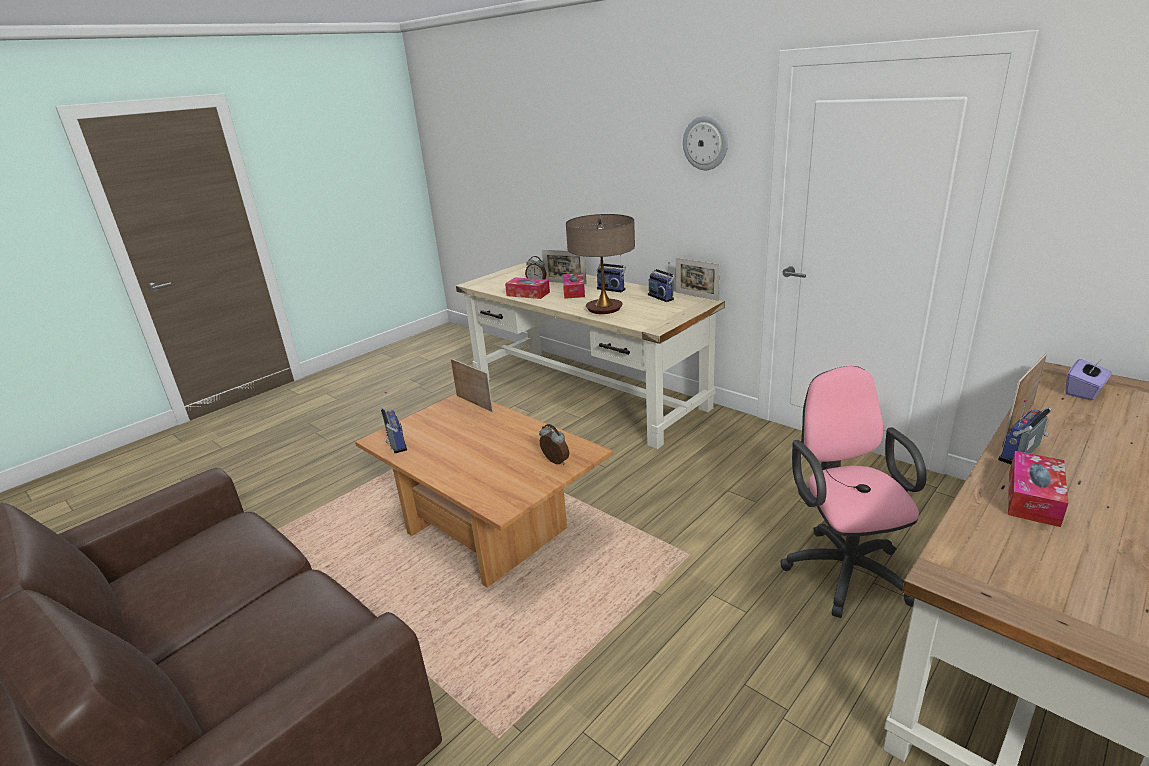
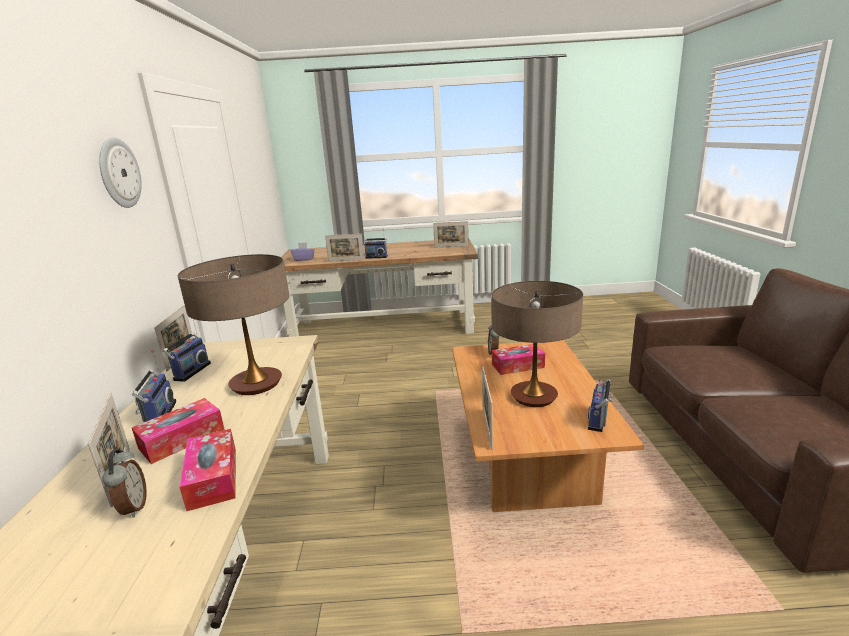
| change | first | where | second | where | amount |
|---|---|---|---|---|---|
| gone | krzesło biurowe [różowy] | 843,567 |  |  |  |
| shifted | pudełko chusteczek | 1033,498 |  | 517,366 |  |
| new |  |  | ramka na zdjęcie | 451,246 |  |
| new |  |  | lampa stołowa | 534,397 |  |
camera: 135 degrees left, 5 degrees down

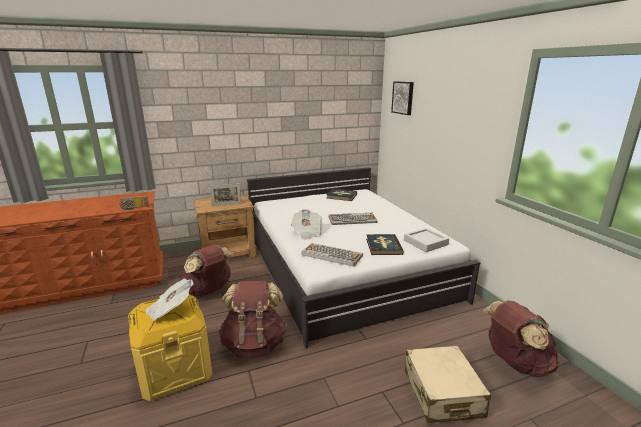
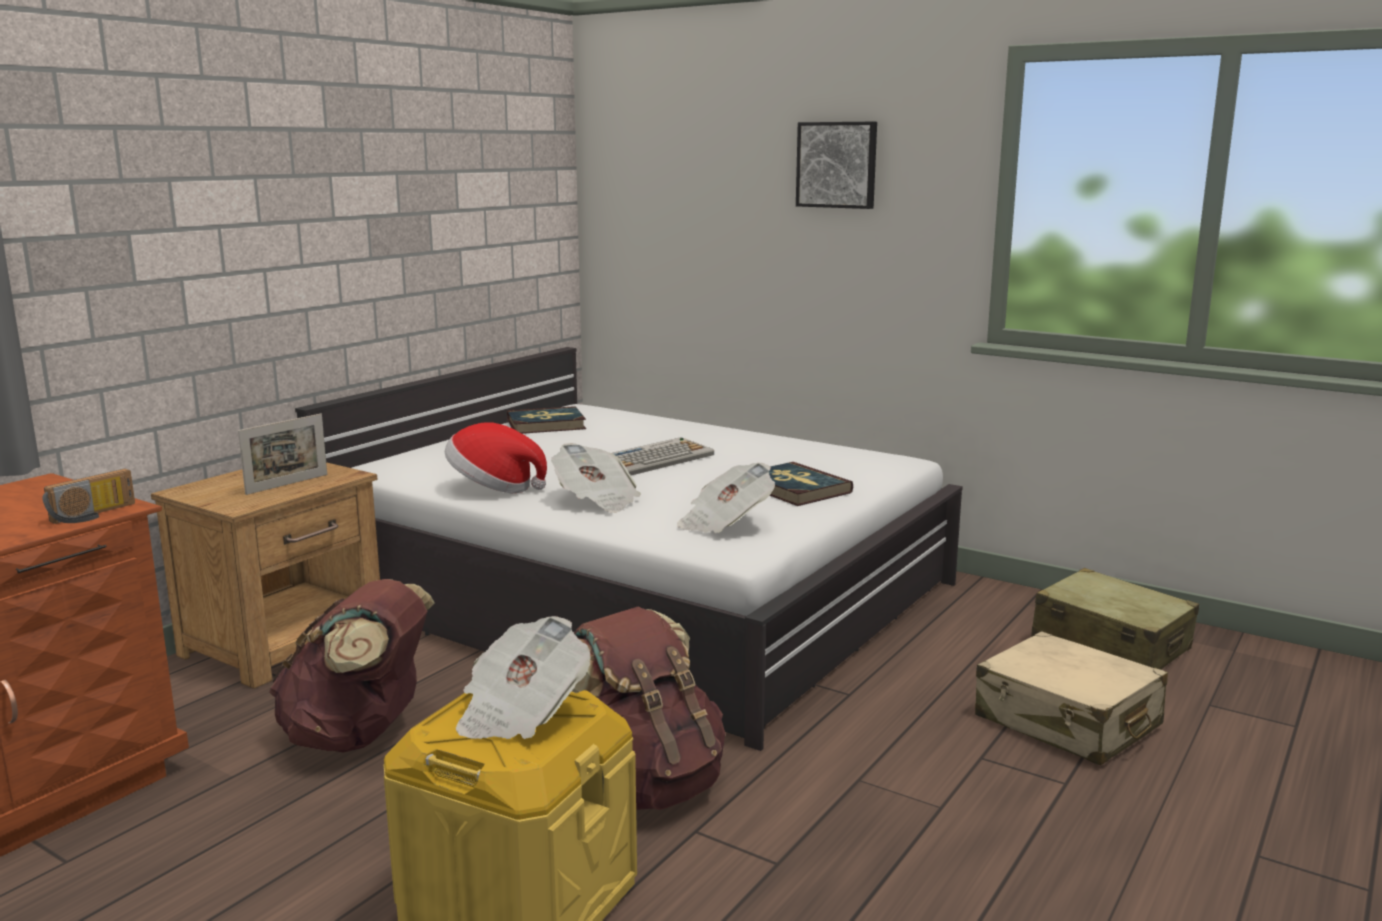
| change | first | where | second | where | amount |
|---|---|---|---|---|---|
| swapped | klawiatura | 331,255 | gazeta | 725,523 |  |
| shifted | obraz | 403,97 |  | 837,165 |  |
| gone | taca [szary] | 425,242 |  |  |  |
| swapped | plecak [brązowy] | 515,363 | walizka [beżowy] | 1110,644 |  |
| new |  |  | kapelusz | 493,488 |  |
camera: 35 degrees left, 5 degrees down

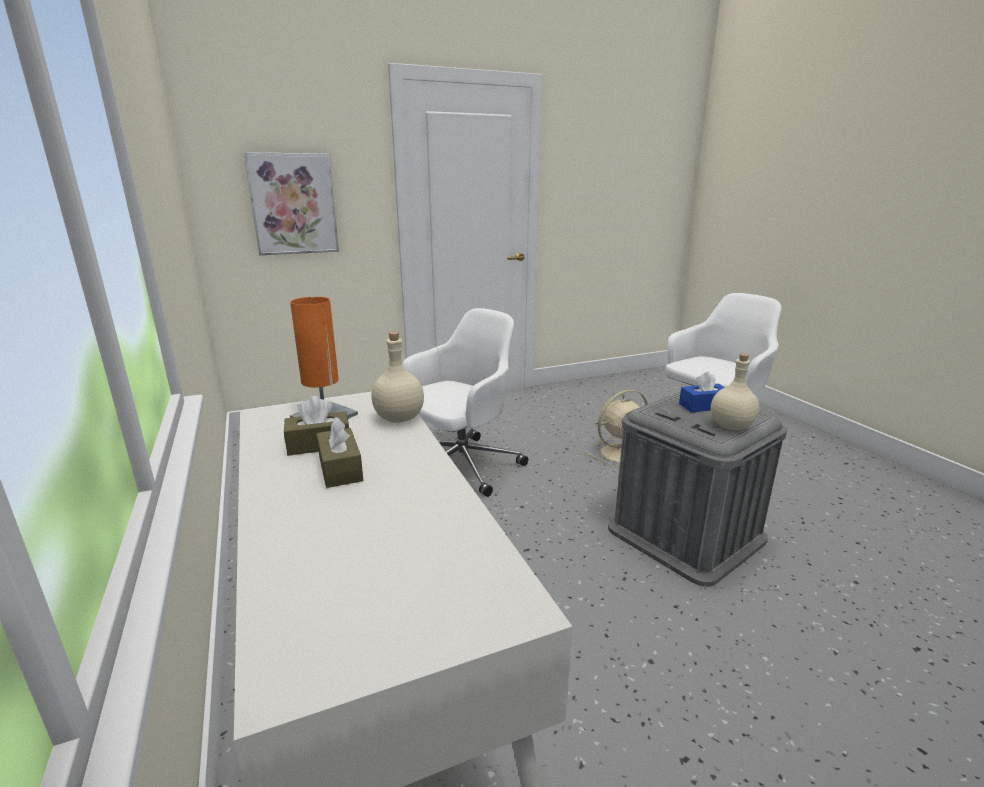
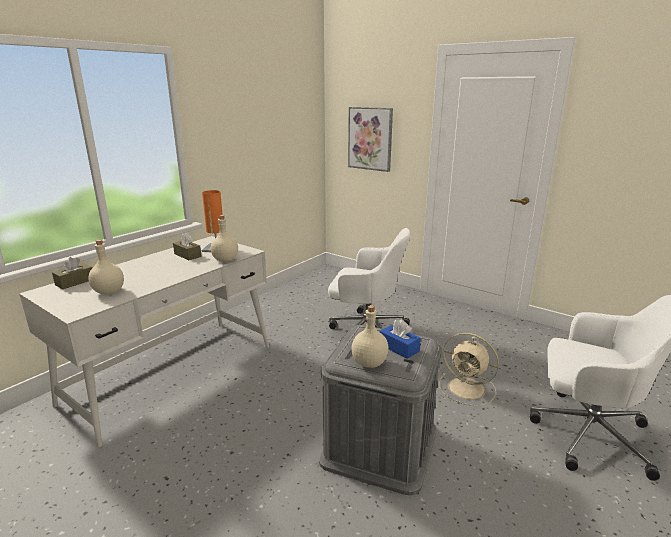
| change | first | where | second | where | amount |
|---|---|---|---|---|---|
| shifted | pudełko chusteczek [brązowy] | 340,469 |  | 75,282 |  |
| new |  |  | butelka [beżowy] | 109,292 |  |
camera: 60 degrees right, 0 degrees up

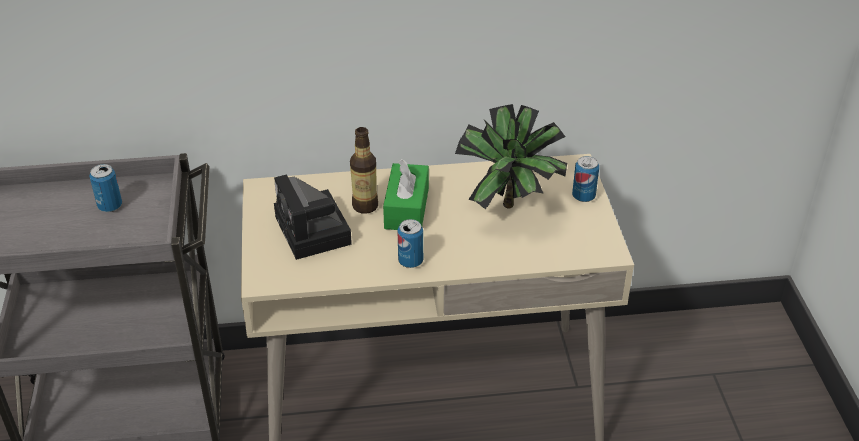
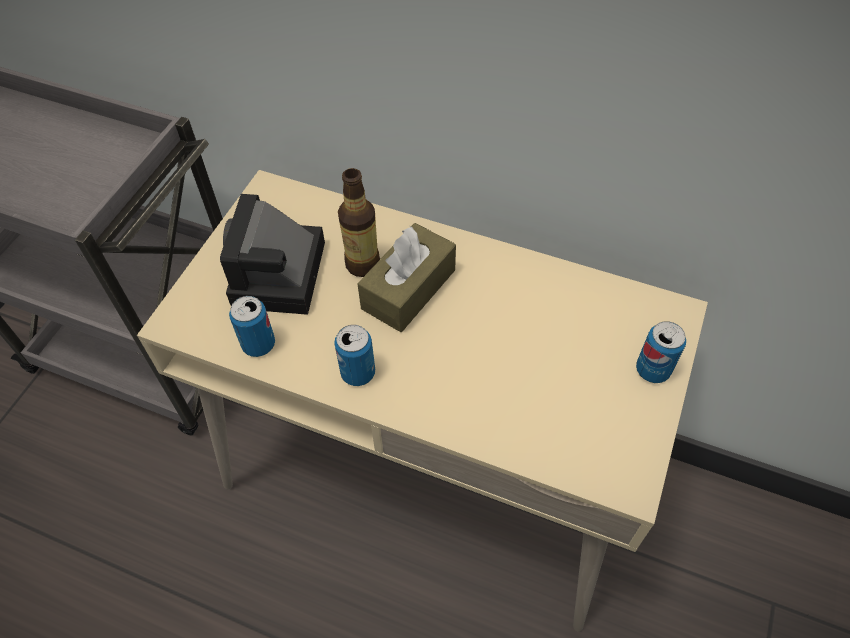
| change | first | where | second | where | amount |
|---|---|---|---|---|---|
| shifted | puszka | 110,206 |  | 258,344 |  |
| repainted | pudełko chusteczek [zielony] | 406,208 | pudełko chusteczek [brązowy] | 408,289 |  |
| gone | roślina doniczkowa | 511,210 |  |  |  |
camera: 30 degrees right, 15 degrees up

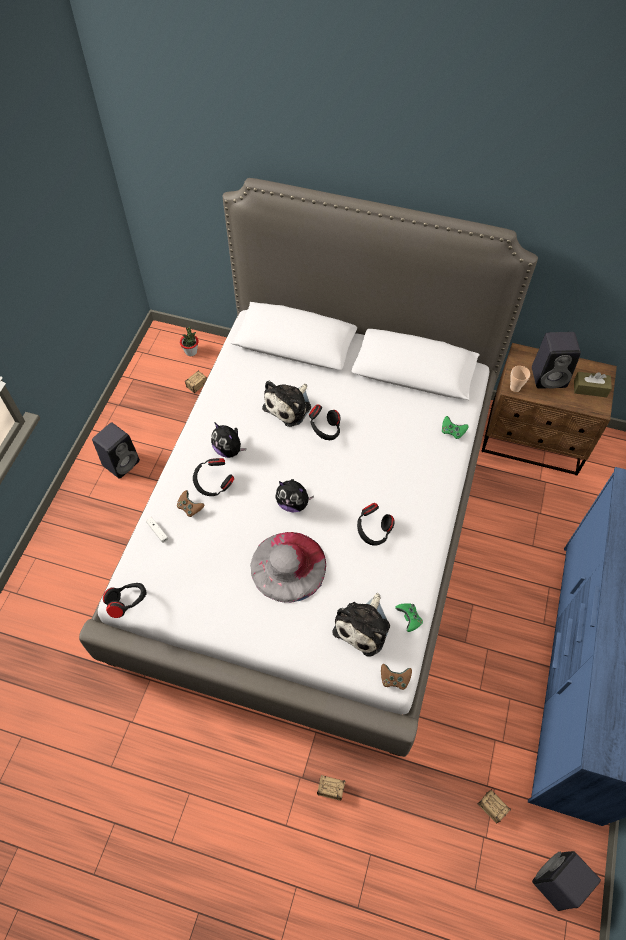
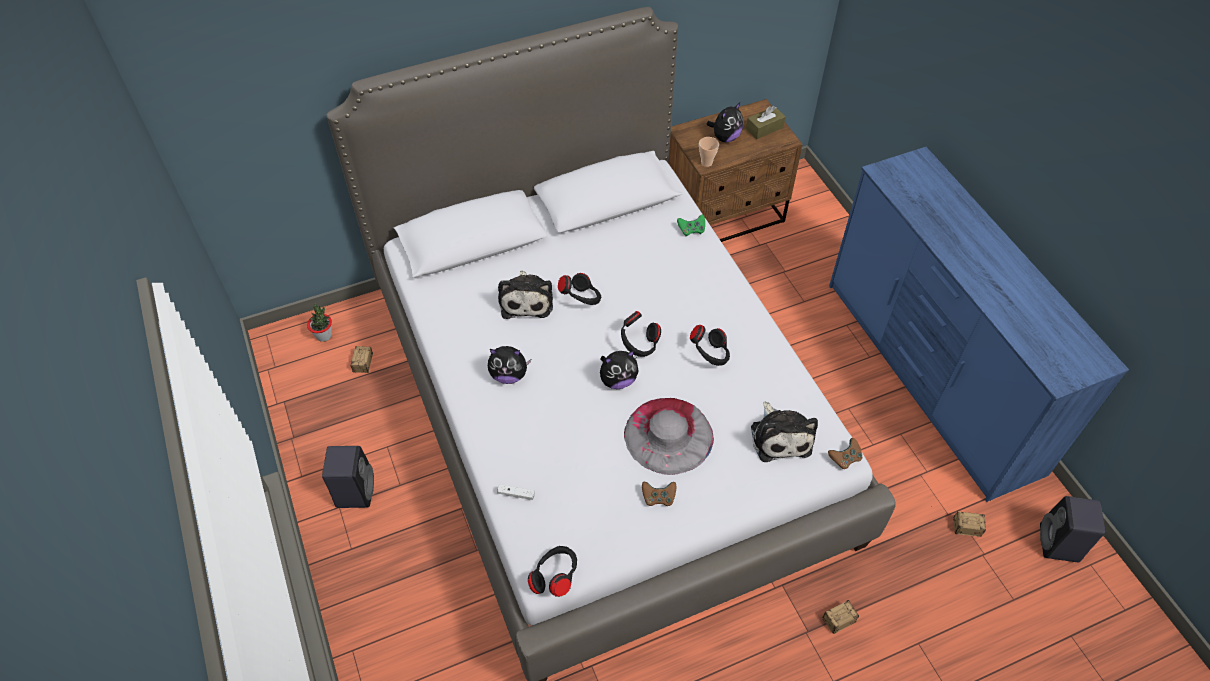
| change | first | where | second | where | amount |
|---|---|---|---|---|---|
| shifted | pad do gier [brązowy] | 190,508 |  | 658,498 |  |
| shifted | słuchawki [czarny] | 213,484 |  | 639,345 |  |
| gone | pad do gier [zielony] | 409,619 |  |  |  |
| swapped | głośnik [czarny] | 550,377 | pluszak | 725,137 |  |
camera: 40 degrees left, 5 degrees down

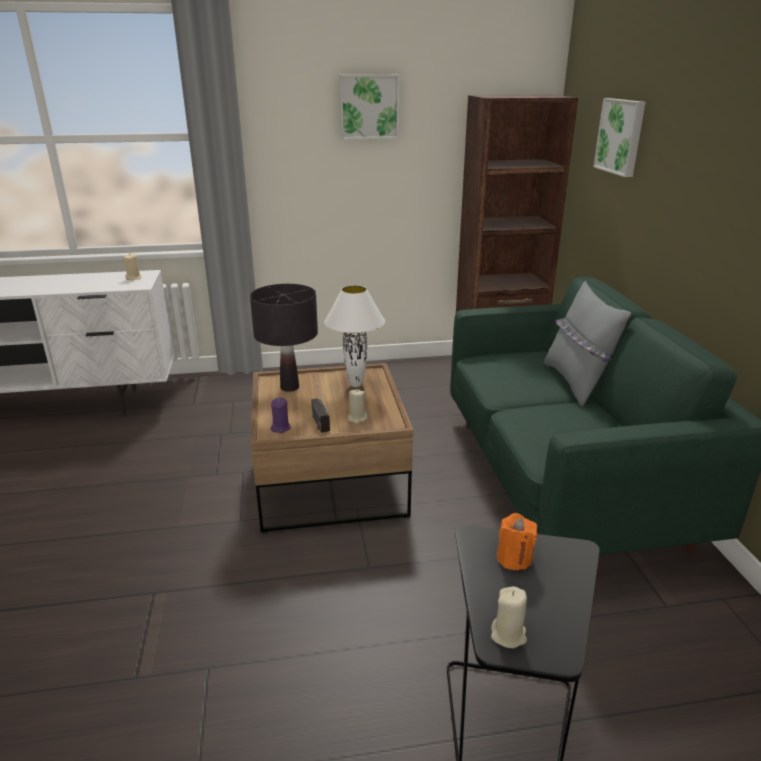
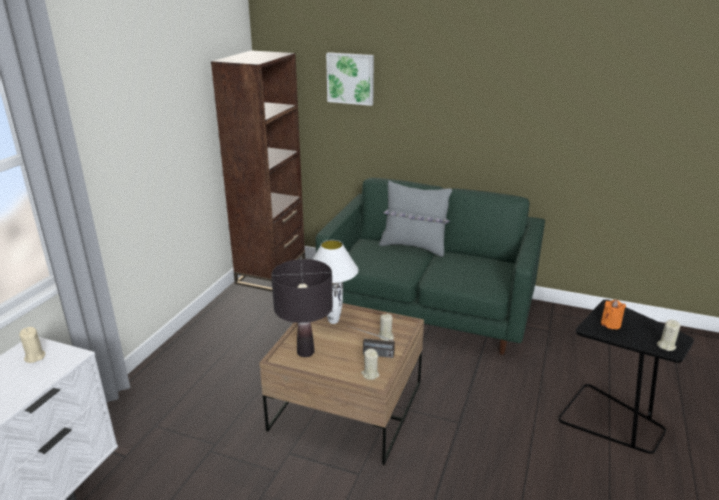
| change | first | where | second | where | amount |
|---|---|---|---|---|---|
| repainted | świeca [fioletowy] | 280,428 | świeca [beżowy] | 370,374 |  |
| gone | obraz | 369,107 |  |  |  |
camera: 60 degrees left, 0 degrees up

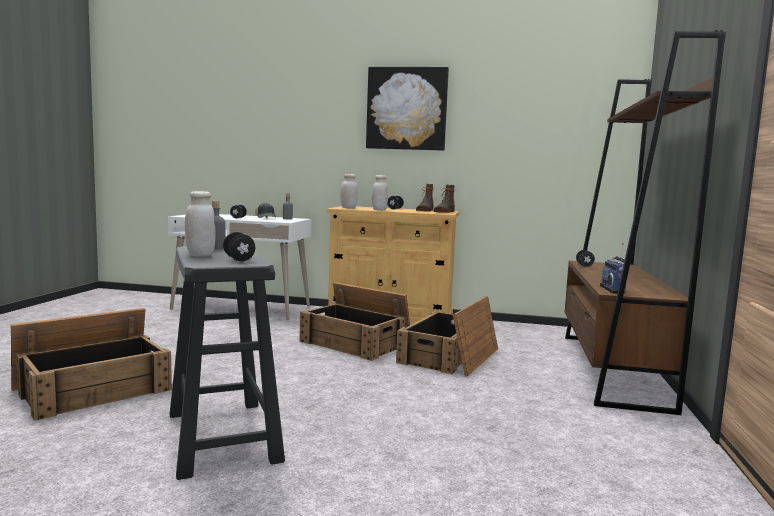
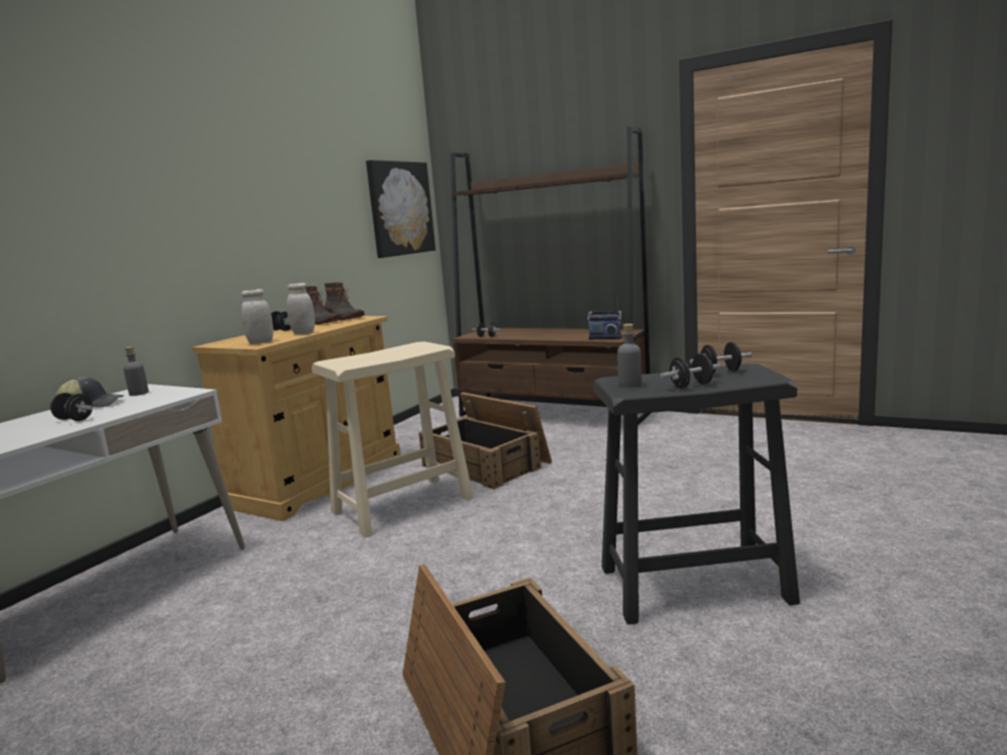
| change | first | where | second | where | amount |
|---|---|---|---|---|---|
| swapped | słoik [biały] | 200,255 | hantel [czarny] | 691,386 |  |
| swapped | skrzynka | 356,342 | stołek [beżowy] | 403,505 |  |
| shifted | obraz | 407,109 |  | 400,208 |  |
camera: 70 degrees left, 5 degrees up

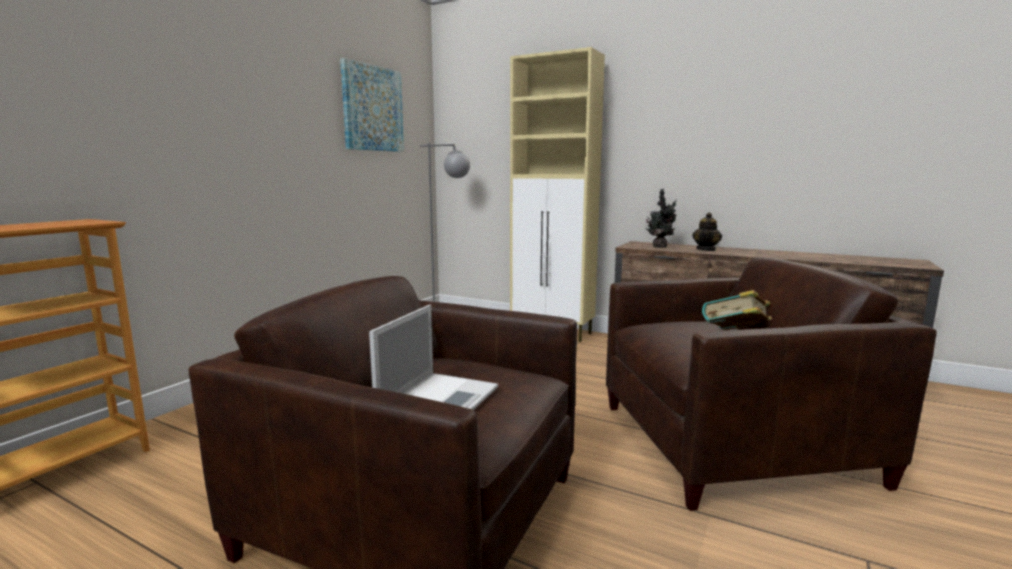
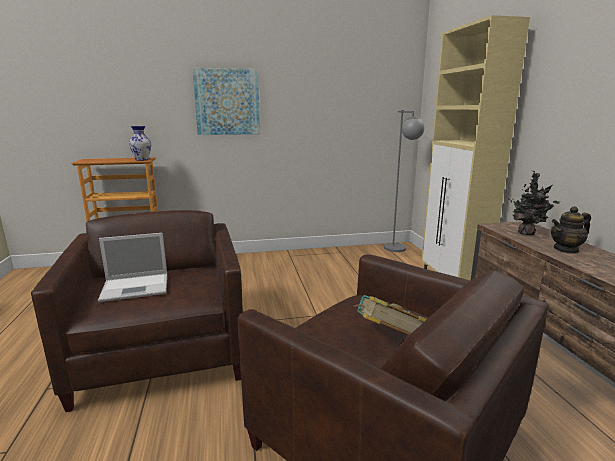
| change | first | where | second | where | amount |
|---|---|---|---|---|---|
| shifted | obraz | 372,108 |  | 227,102 |  |
| new |  |  | wazon | 142,160 |  |
camera: 50 degrees right, 5 degrees up

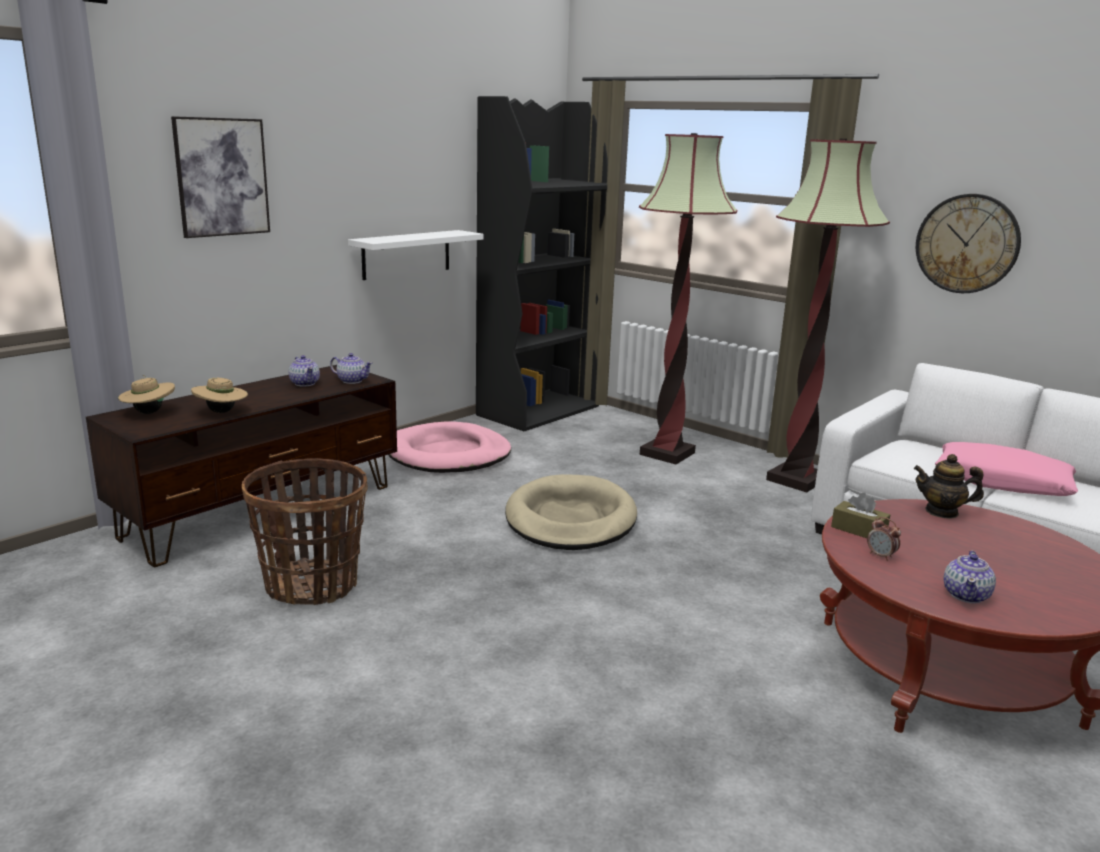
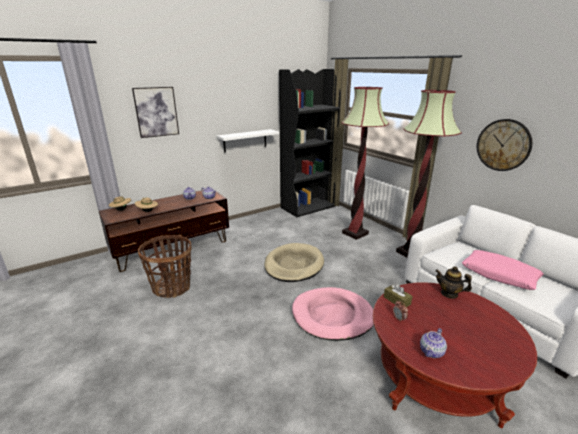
| change | first | where | second | where | amount |
|---|---|---|---|---|---|
| shifted | legowisko [różowy] | 448,454 |  | 332,316 |  |
camera: 15 degrees right, 5 degrees up

